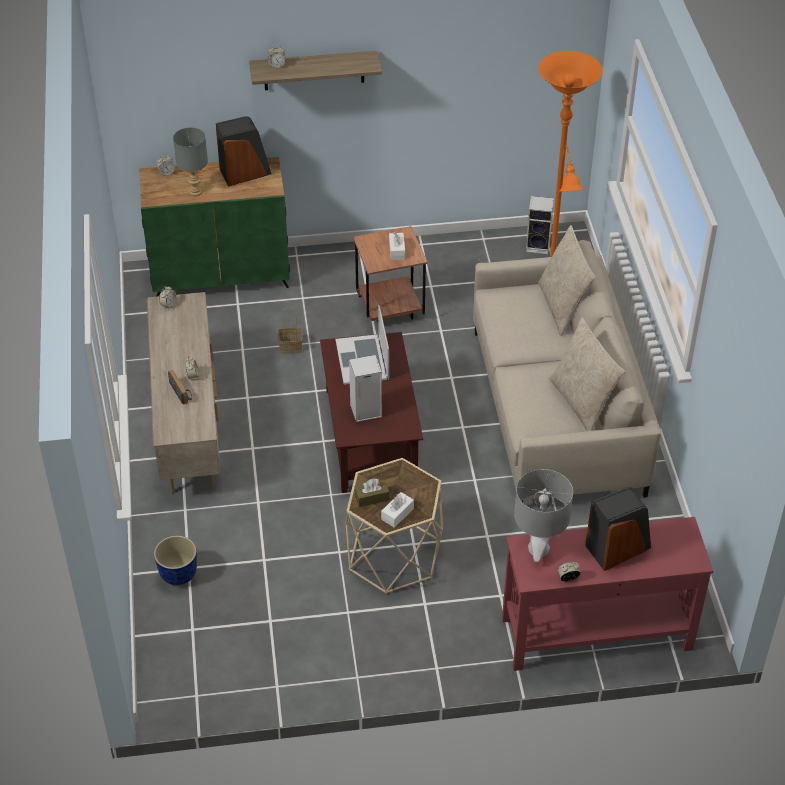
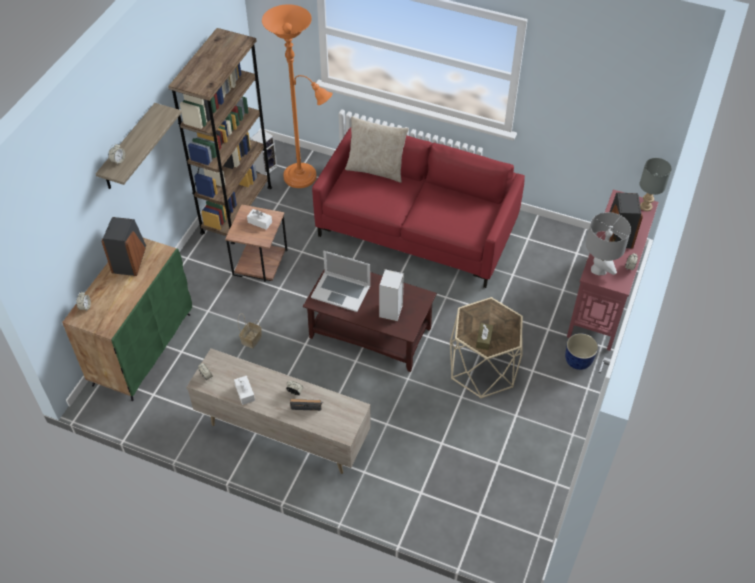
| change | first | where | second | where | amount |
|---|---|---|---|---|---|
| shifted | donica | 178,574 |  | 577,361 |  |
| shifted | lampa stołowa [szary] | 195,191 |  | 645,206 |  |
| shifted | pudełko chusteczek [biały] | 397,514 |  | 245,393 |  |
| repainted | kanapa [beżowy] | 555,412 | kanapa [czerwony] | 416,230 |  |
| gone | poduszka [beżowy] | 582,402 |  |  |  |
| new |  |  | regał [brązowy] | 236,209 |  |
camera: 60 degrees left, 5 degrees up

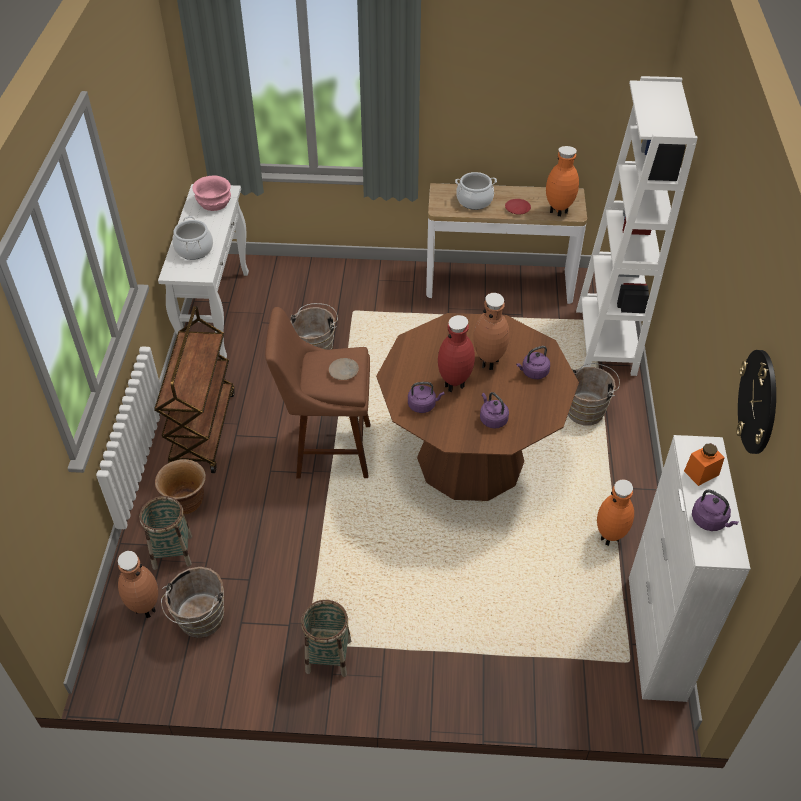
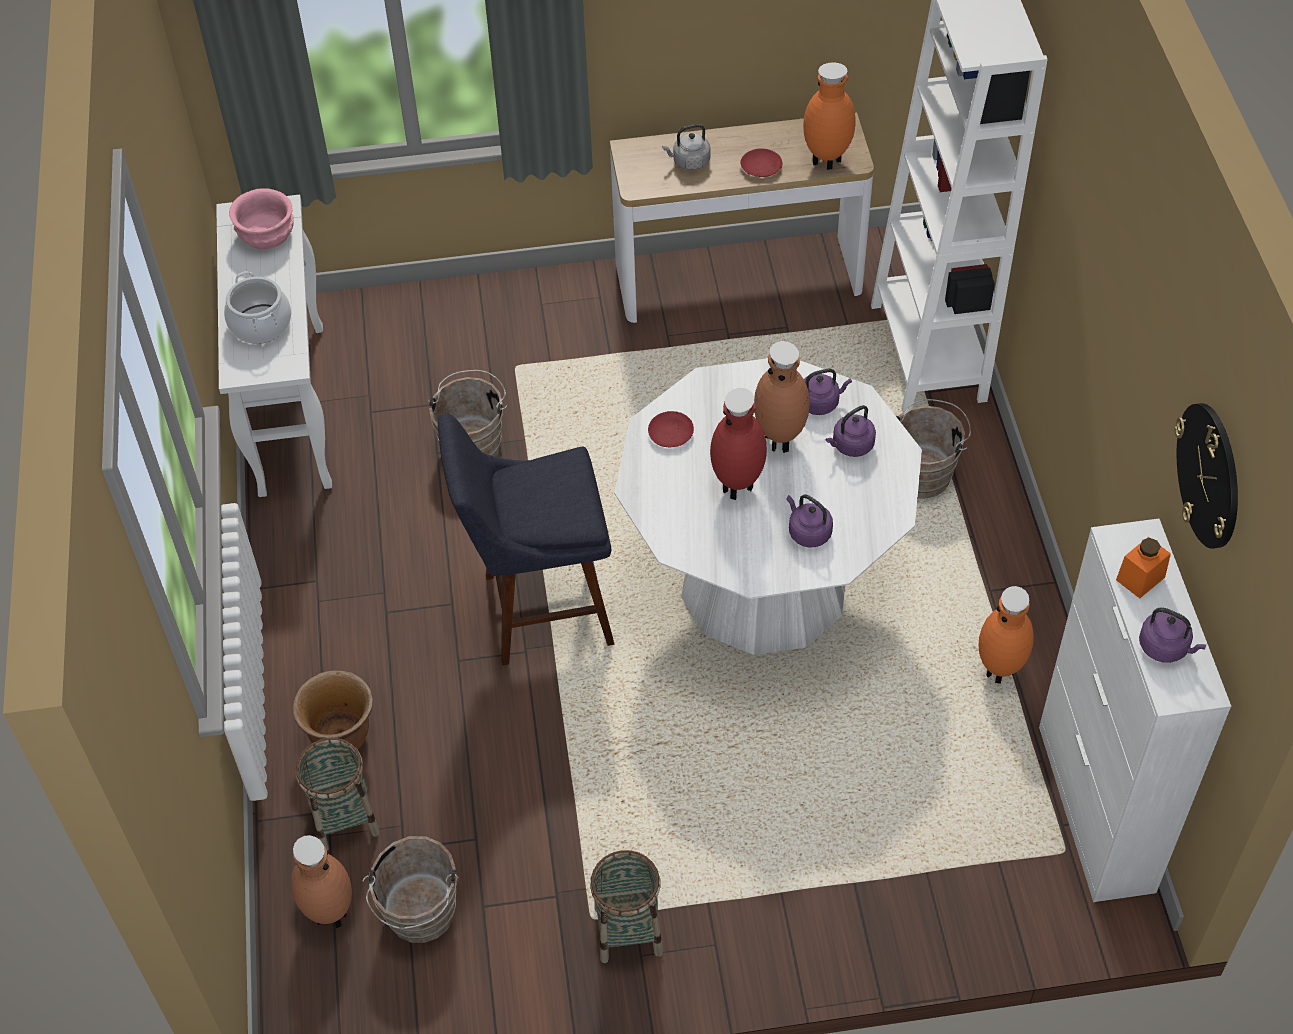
| change | first | where | second | where | amount |
|---|---|---|---|---|---|
| gone | wózek [brązowy] | 202,429 |  |  |  |
| repainted | stołek [brązowy] | 327,450 | stołek [niebieski] | 538,611 |  |
| gone | talerz [beżowy] | 344,372 |  |  |  |
| repainted | stół jadalny [brązowy] | 470,459 | stół jadalny [biały] | 764,586 |  |
| shifted | czajnik [fioletowy] | 423,405 |  | 820,403 |  |
| swapped | garnek | 474,201 | czajnik [szary] | 689,162 |  |
| new |  |  | talerz [czerwony] | 671,433 |  |
camera: 10 degrees left, 5 degrees up

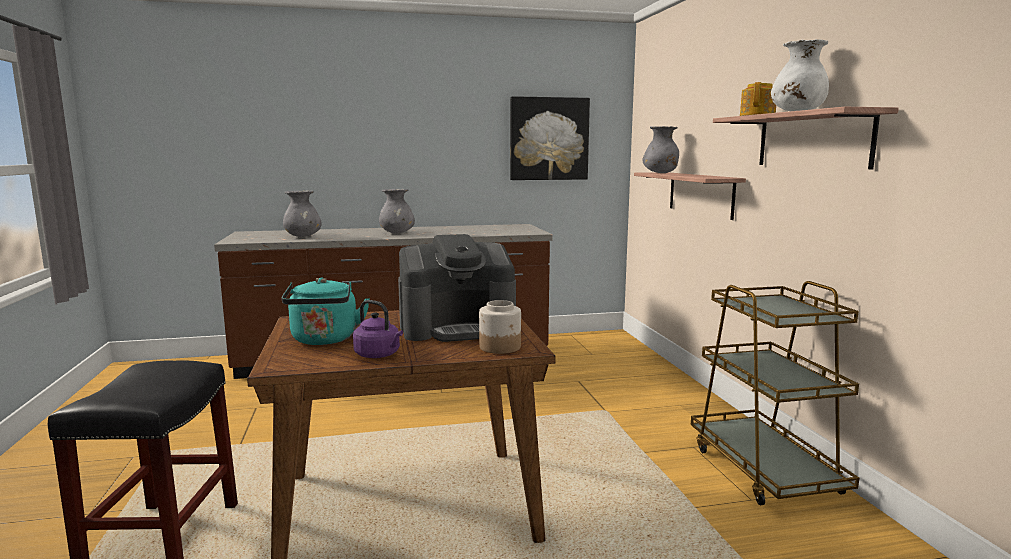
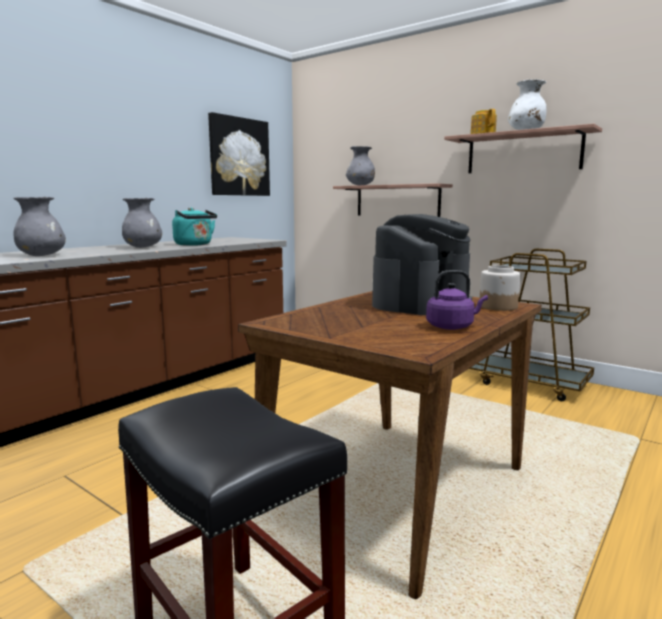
| change | first | where | second | where | amount |
|---|---|---|---|---|---|
| shifted | czajnik [turkusowy] | 324,340 |  | 195,245 |  |
camera: 40 degrees left, 0 degrees up

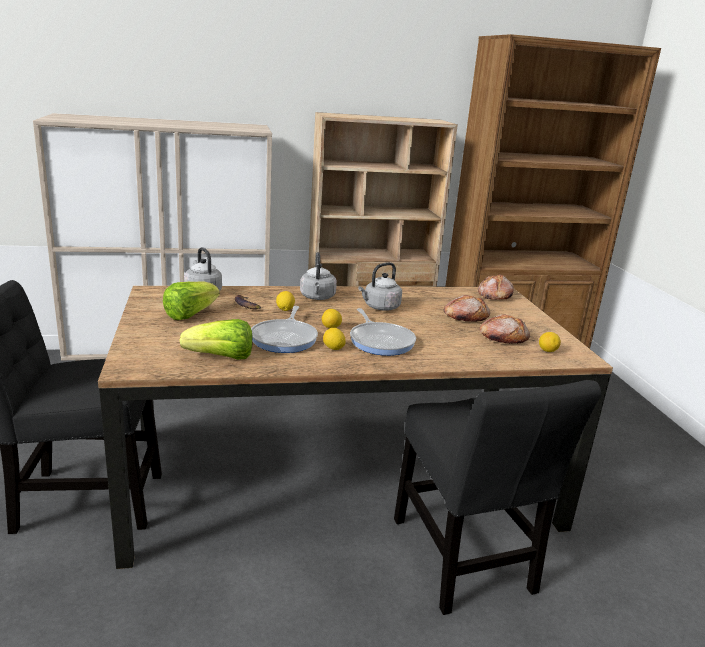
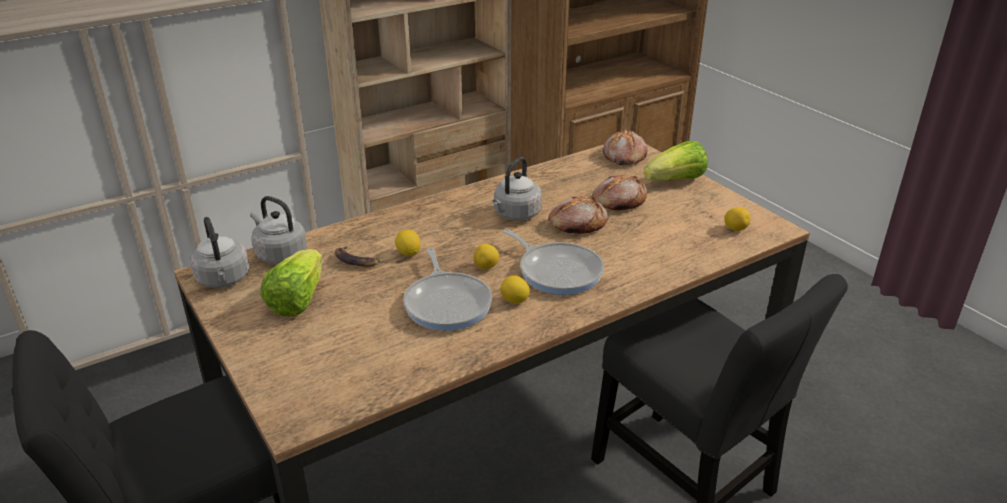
| change | first | where | second | where | amount |
|---|---|---|---|---|---|
| shifted | sałata | 221,358 |  | 676,181 |  |
| shifted | czajnik [szary] | 317,297 |  | 224,280 |  |
| shifted | chleb | 502,337 |  | 577,224 |  |
camera: 20 degrees left, 10 degrees up

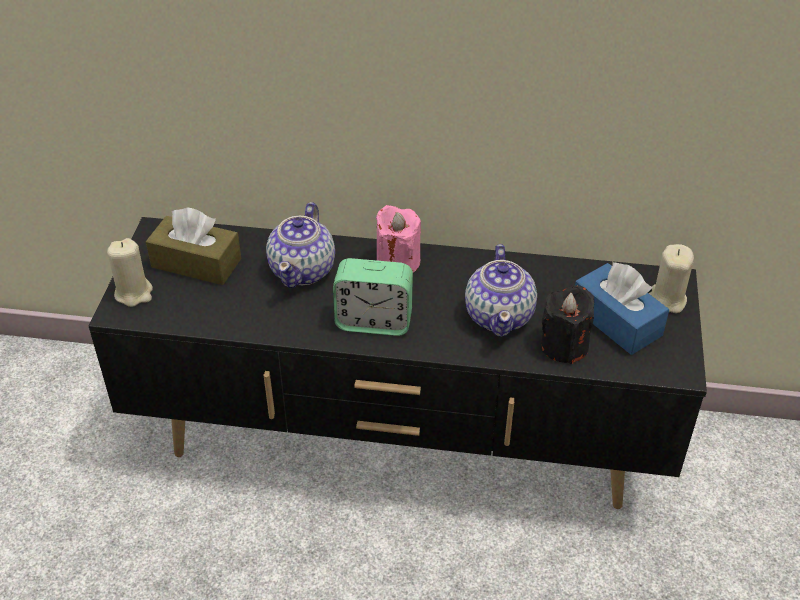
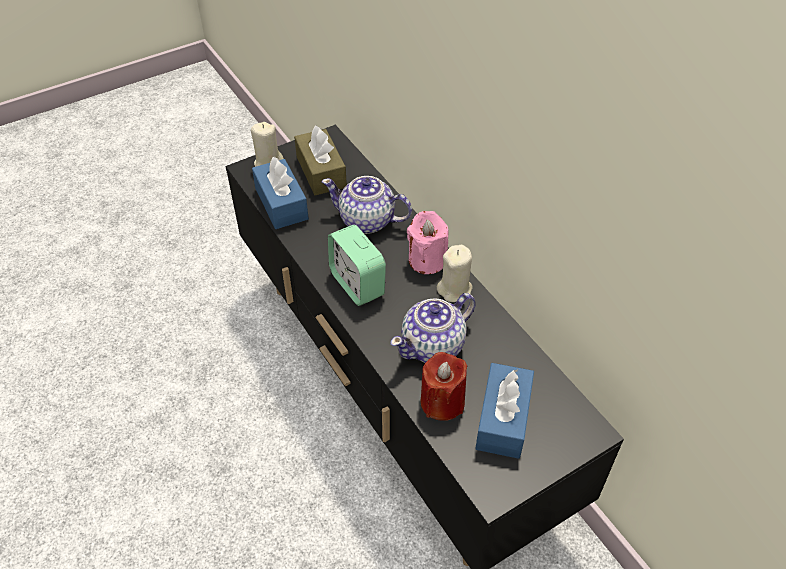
| change | first | where | second | where | amount |
|---|---|---|---|---|---|
| rotated | imbryk | 303,270 |  | 367,221 | 45 degrees clockwise |
| repainted | świeca [czarny] | 564,346 | świeca [czerwony] | 442,402 |  |
| shifted | świeca [beżowy] | 666,300 |  | 455,290 |  |
| new |  |  | pudełko chusteczek [niebieski] | 281,204 |  |
camera: 50 degrees right, 5 degrees up

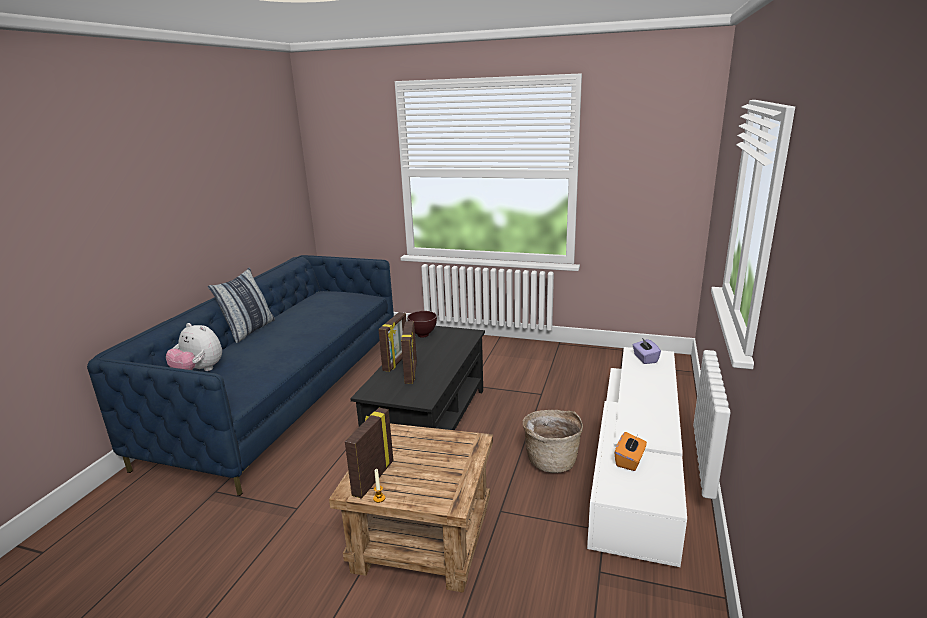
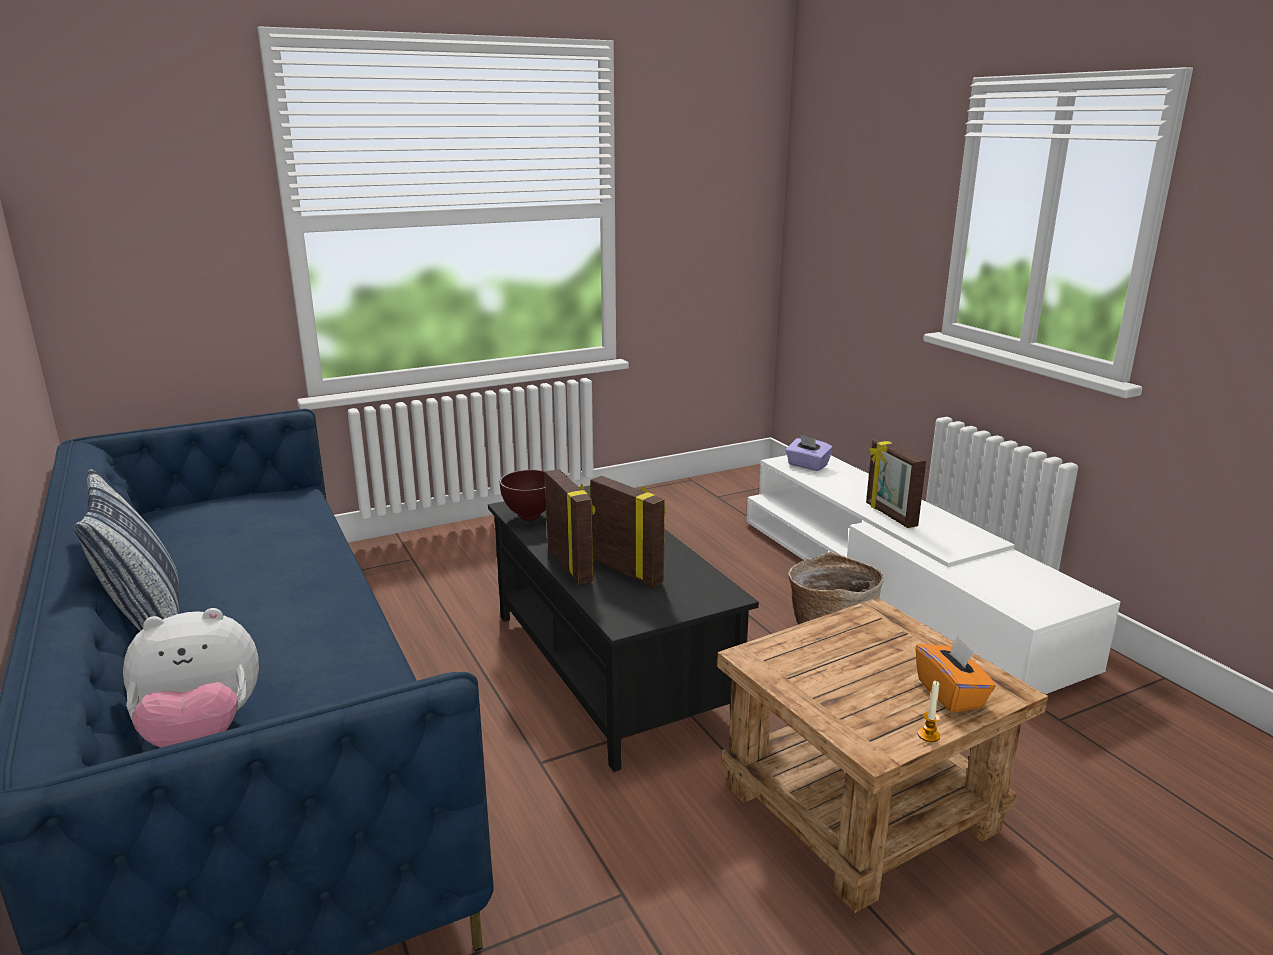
| change | first | where | second | where | amount |
|---|---|---|---|---|---|
| shifted | ramka na zdjęcie | 372,478 |  | 890,515 |  |
| shifted | pudełko chusteczek [pomarańczowy] | 629,461 |  | 951,694 |  |
camera: 45 degrees left, 0 degrees up

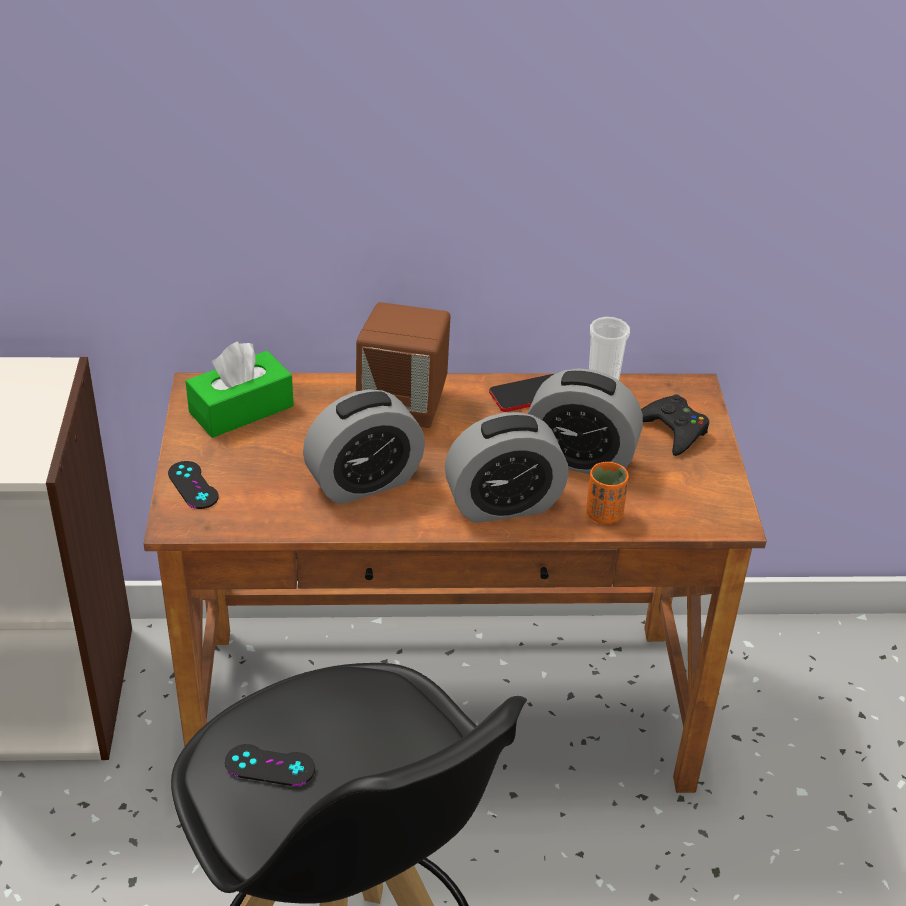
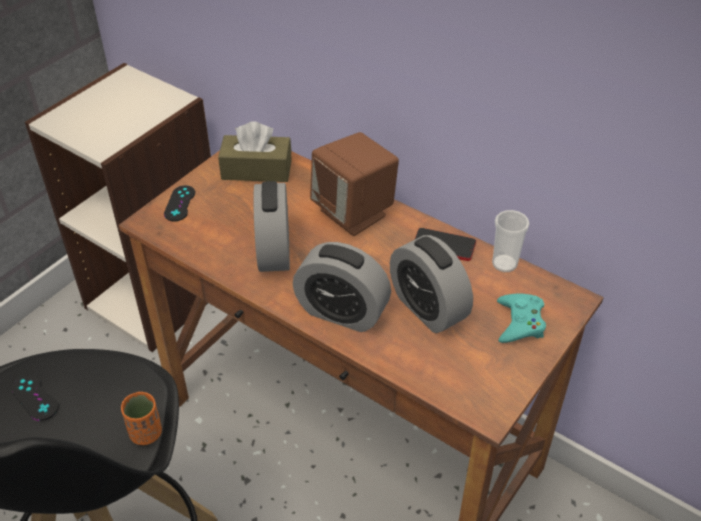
| change | first | where | second | where | amount |
|---|---|---|---|---|---|
| repainted | pudełko chusteczek [zielony] | 241,409 | pudełko chusteczek [brązowy] | 256,170 |  |
| rotated | budzik | 364,482 |  | 274,251 | 75 degrees clockwise |
| shifted | filiżanka [pomarańczowy] | 604,514 |  | 146,433 |  |
| repainted | pad do gier [czarny] | 673,430 | pad do gier [turkusowy] | 520,322 |  |
camera: 40 degrees right, 5 degrees up

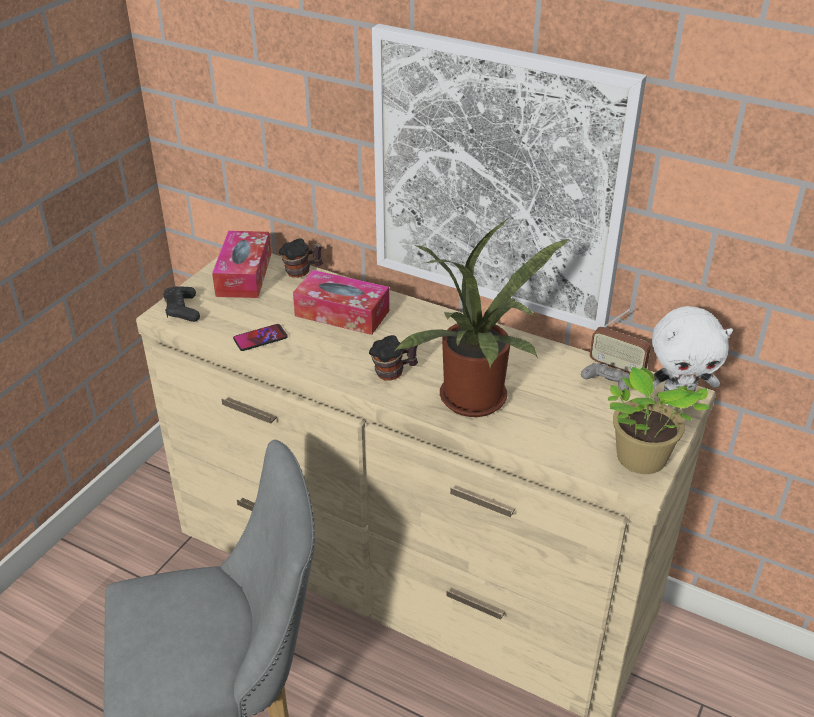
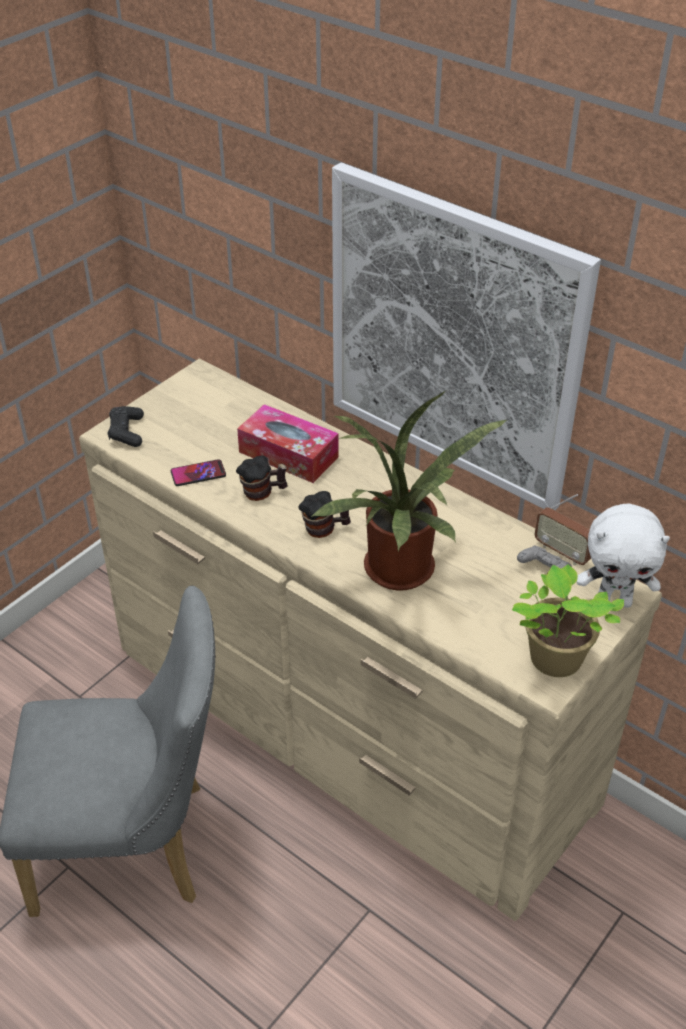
| change | first | where | second | where | amount |
|---|---|---|---|---|---|
| gone | pudełko chusteczek | 244,275 |  |  |  |
| shifted | kubek | 302,272 |  | 262,493 |  |
camera: 10 degrees right, 5 degrees up

